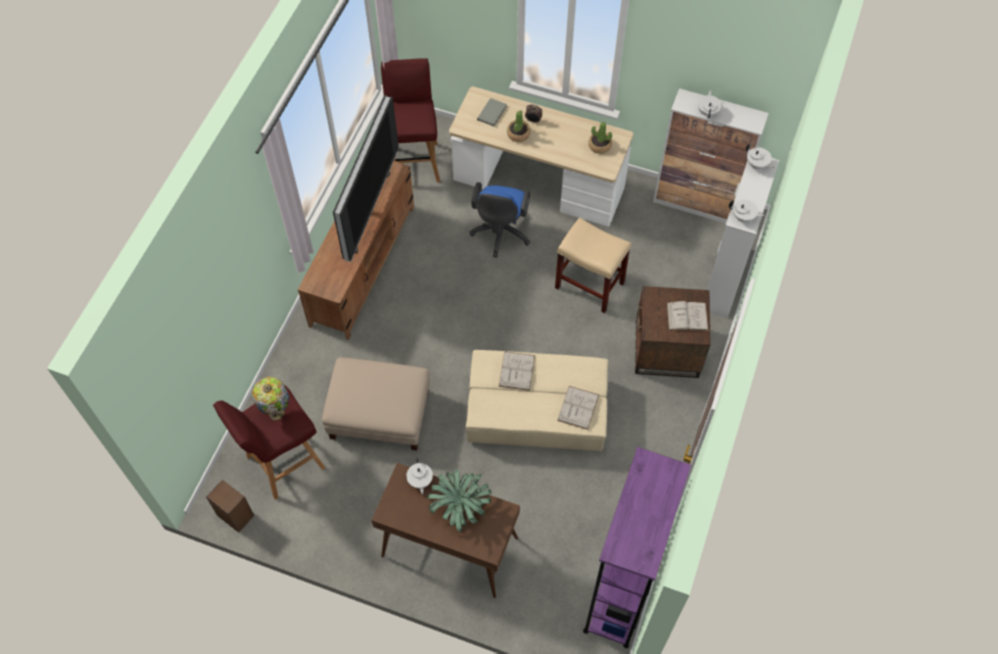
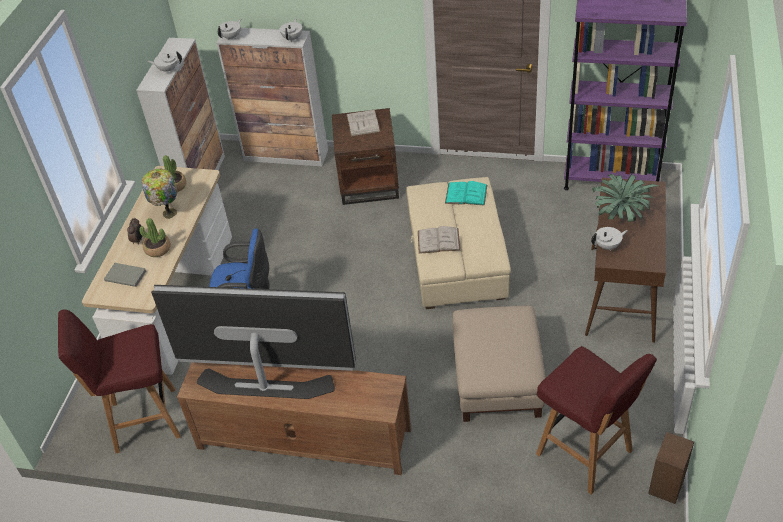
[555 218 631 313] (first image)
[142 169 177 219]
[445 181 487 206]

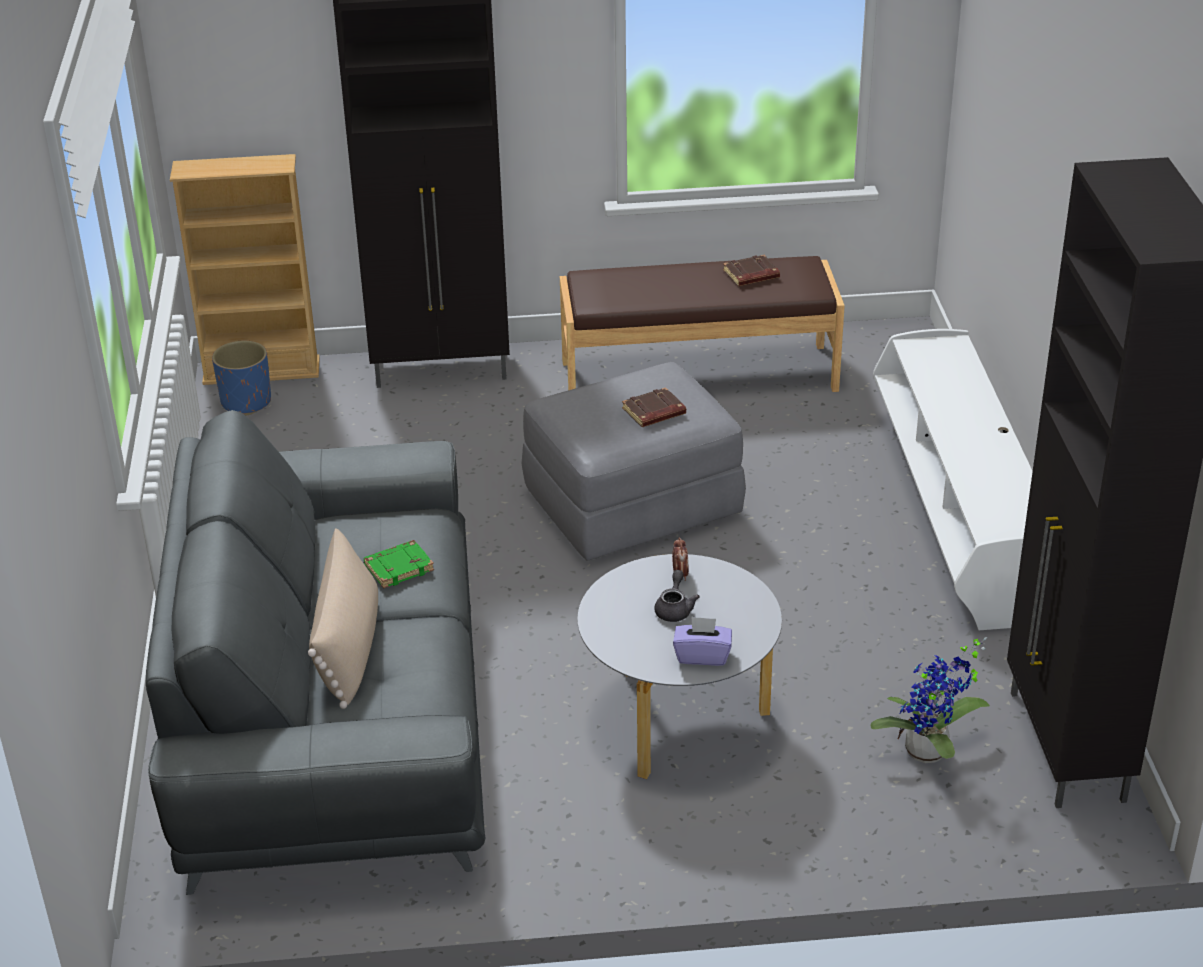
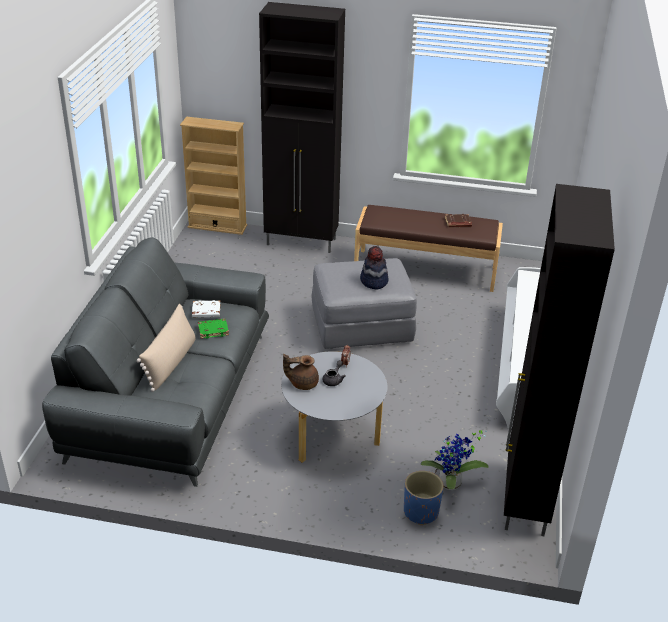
[404 471 444 525]
[360 246 389 290]
[673 616 732 666] (first image)
[192 300 221 317]
[283 354 319 390]

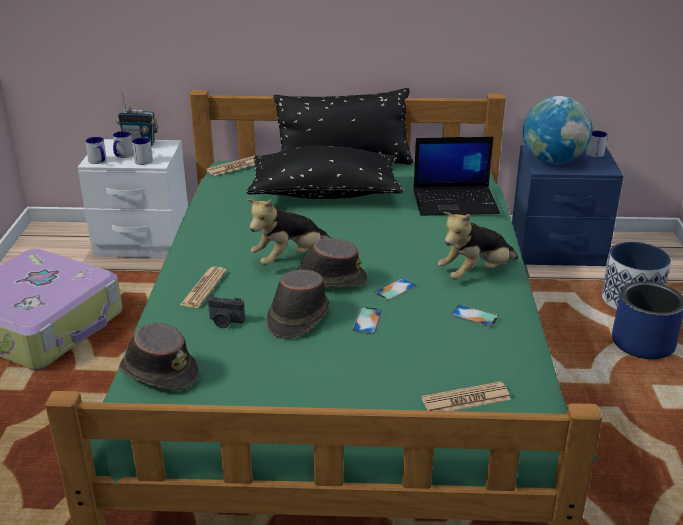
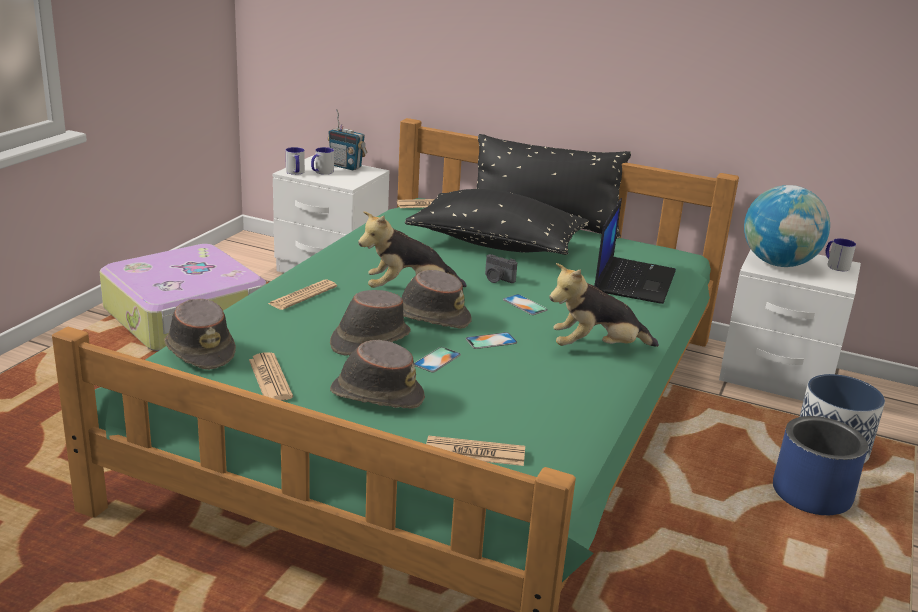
[132 137 153 165] (first image)
[594 198 676 304]
[719 249 861 401]
[485 254 517 283]
[503 294 548 315]
[330 340 425 409]
[249 352 293 401]

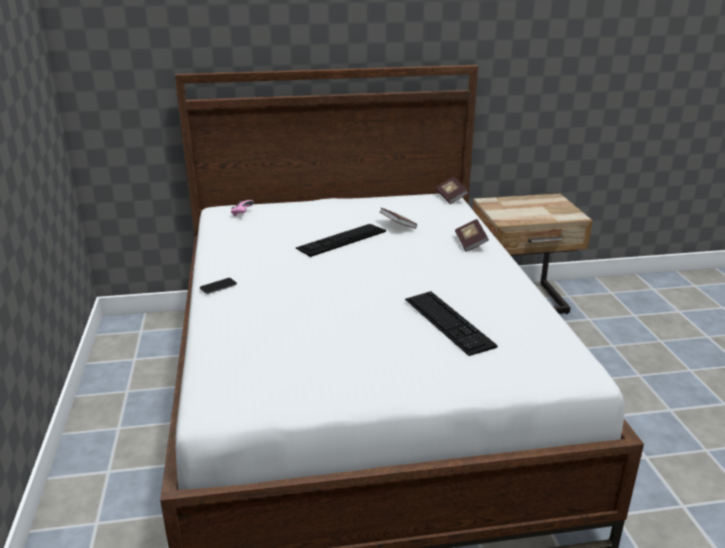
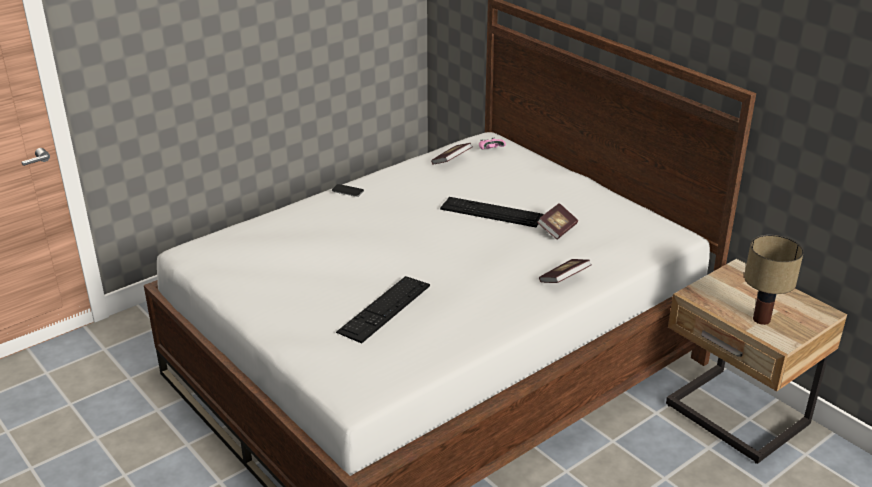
[431 143 472 165]
[744 235 804 325]

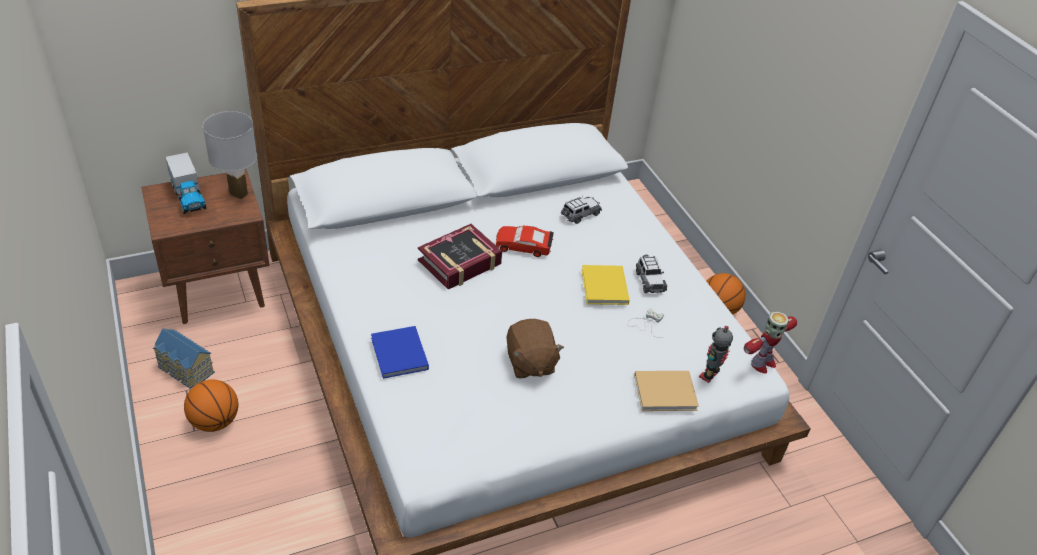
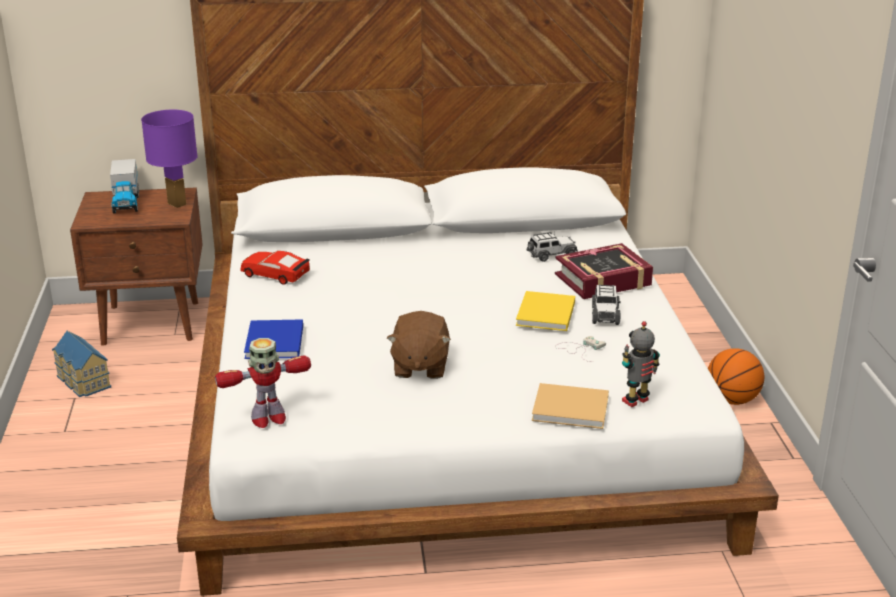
[141 110 198 208]
[555 243 653 299]
[241 251 310 285]
[215 338 311 428]
[184 380 238 432] (first image)

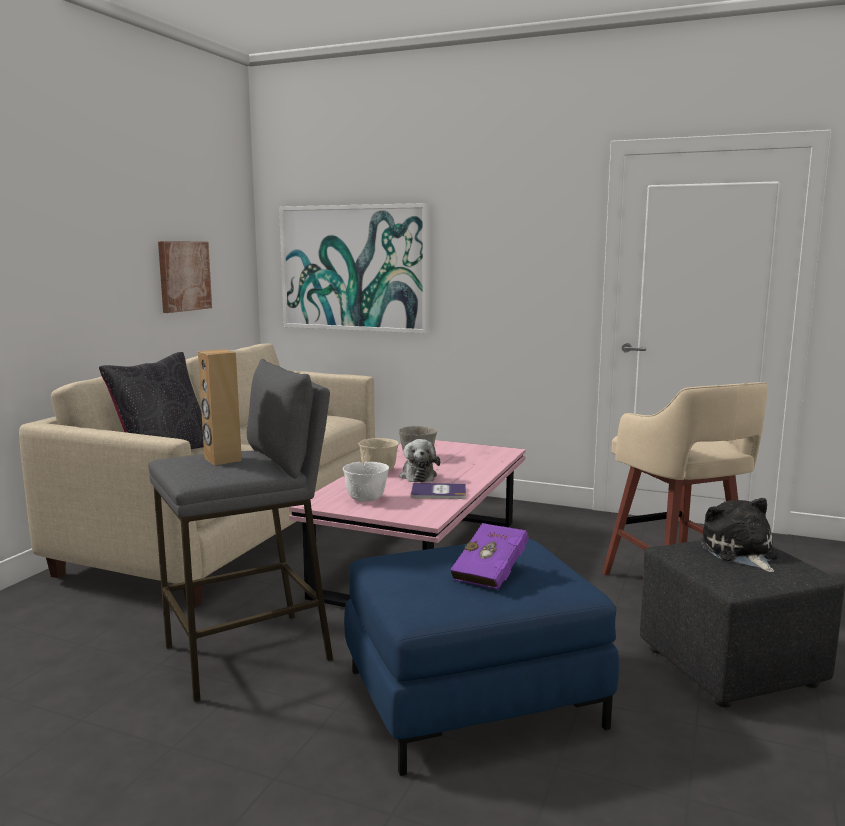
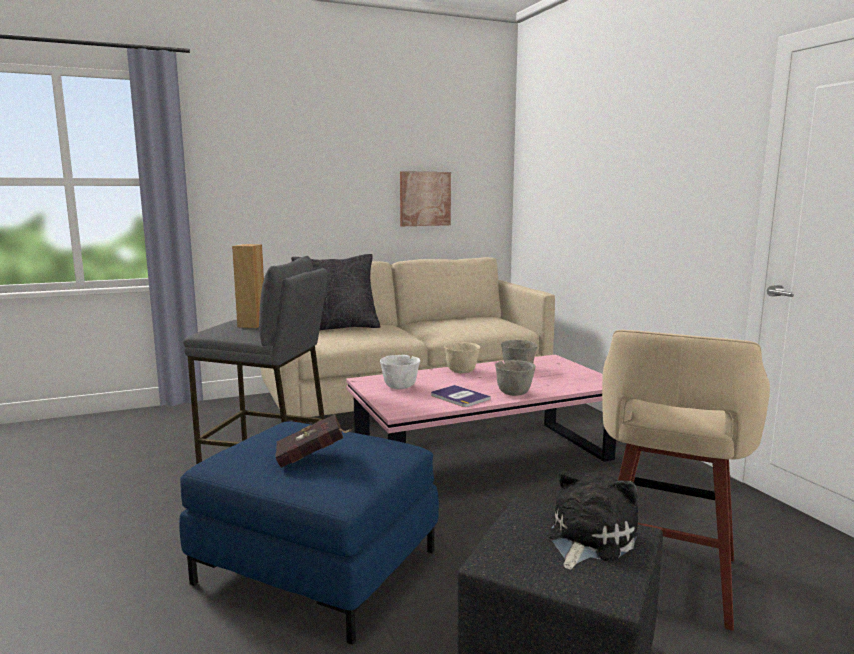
[279 203 430 334] (first image)
[399 439 440 483] (first image)
[275 414 354 468]
[495 360 536 396]

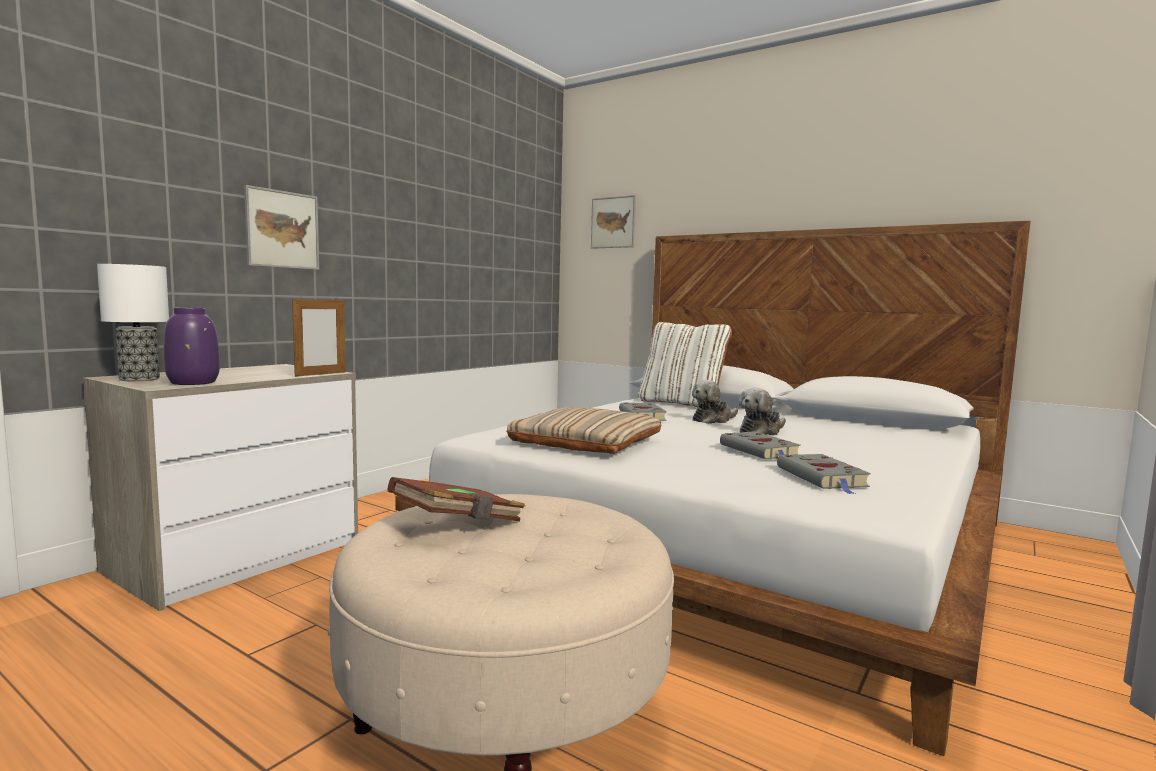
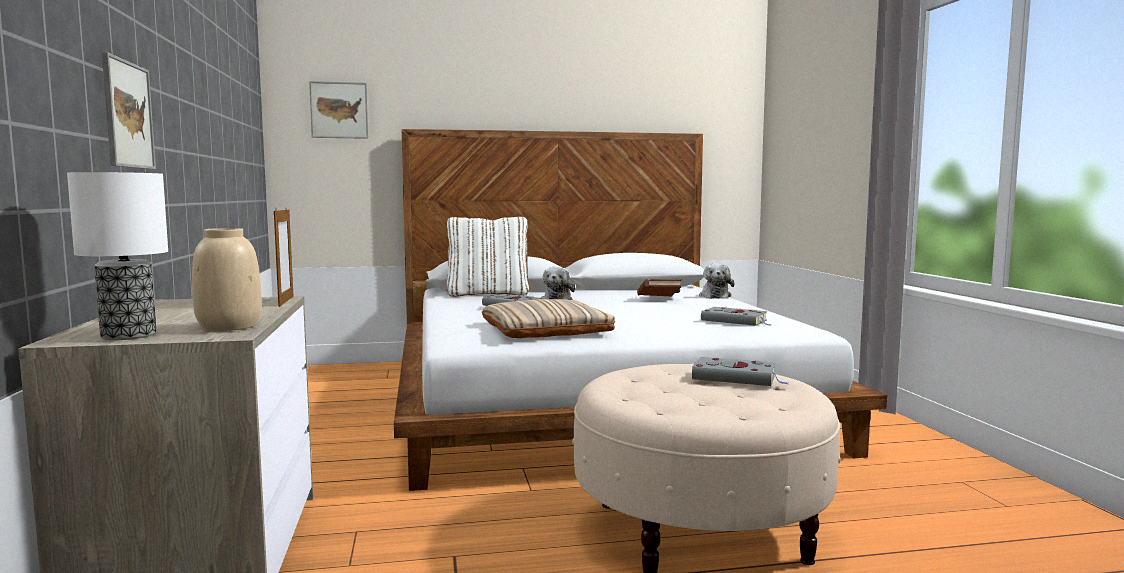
[192 228 262 331]
[699 263 735 299]
[692 357 787 386]
[637 278 682 296]

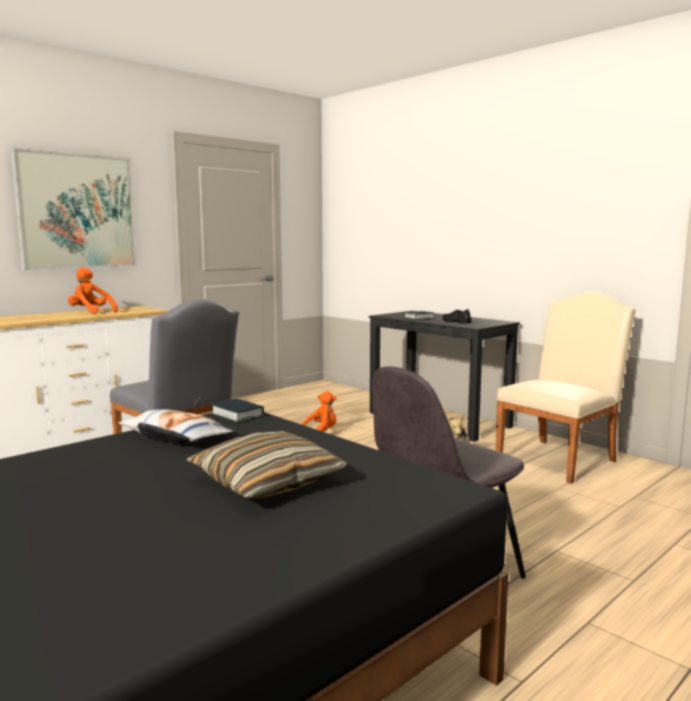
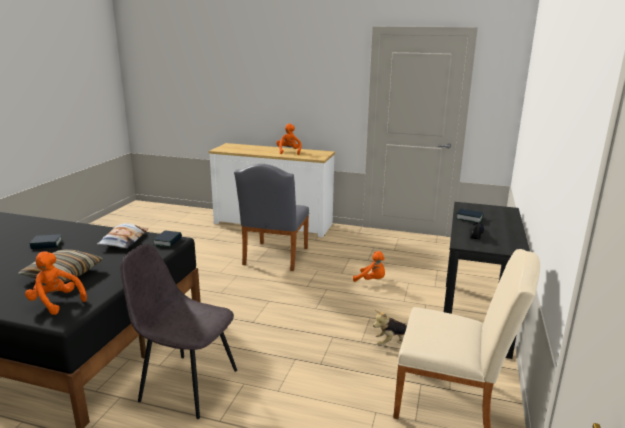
[11 148 137 270] (first image)
[30 234 62 249]
[25 251 87 315]

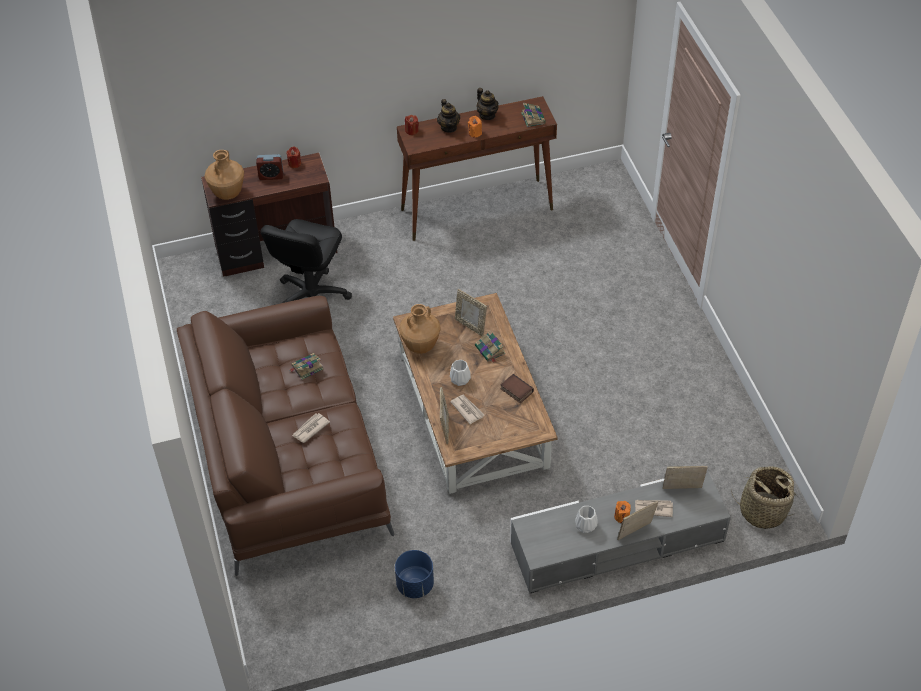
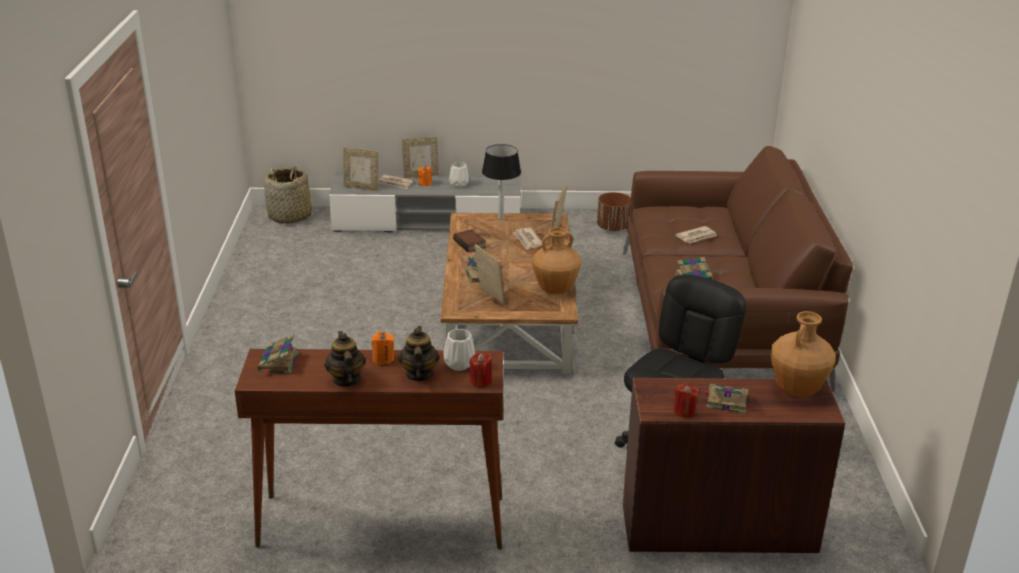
[702 384 748 413]
[443 329 475 371]
[597 192 631 231]
[482 144 521 220]

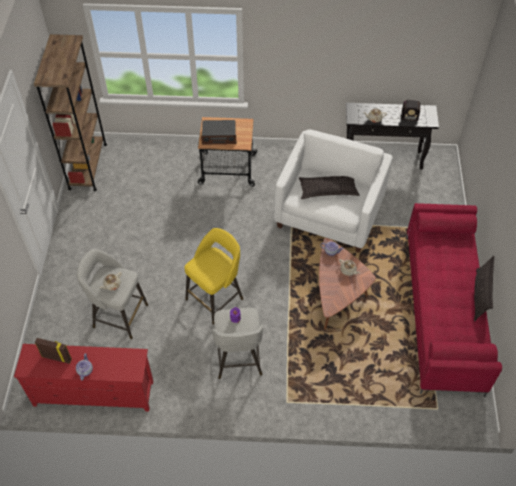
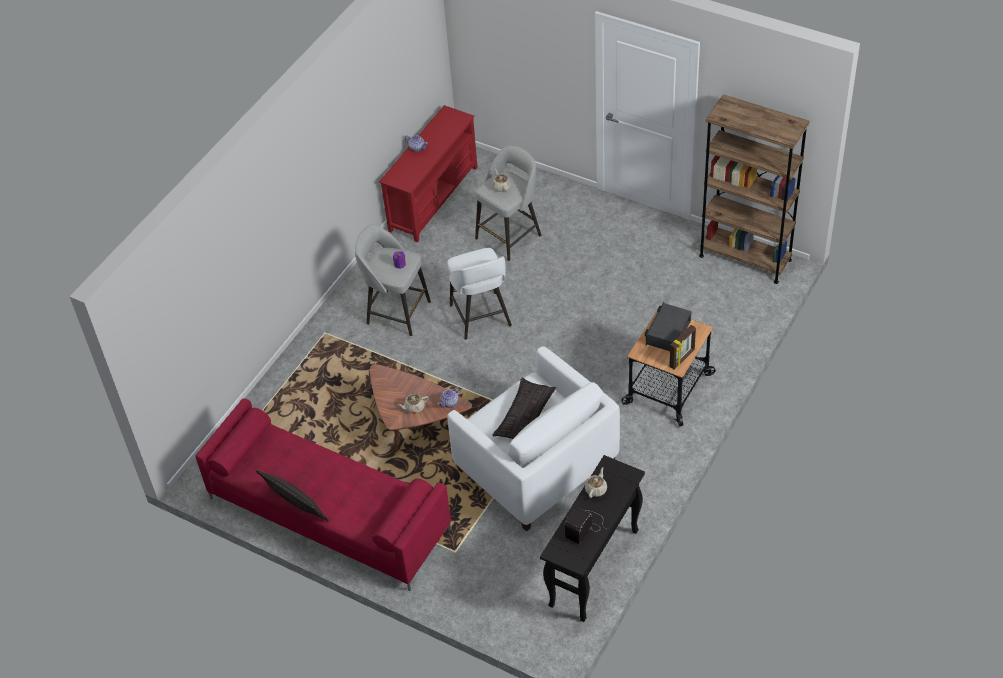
[447 248 512 339]
[669 325 696 370]

